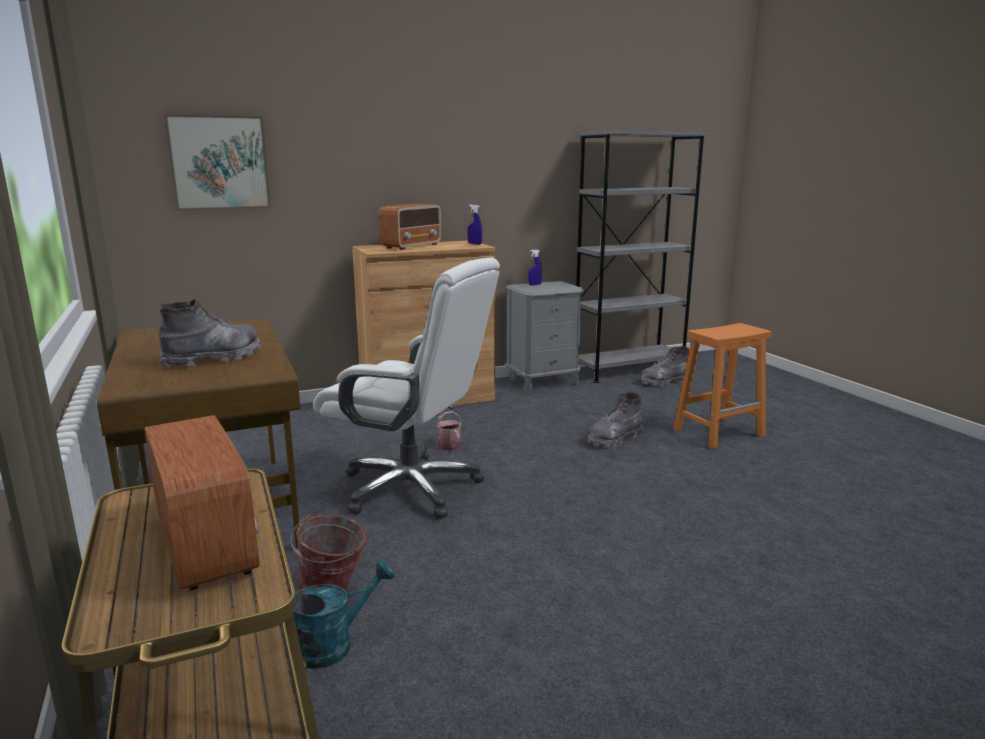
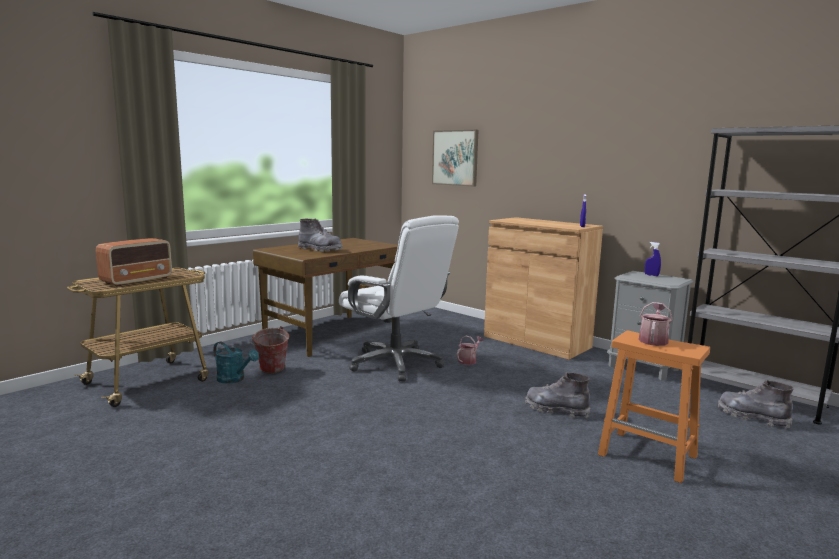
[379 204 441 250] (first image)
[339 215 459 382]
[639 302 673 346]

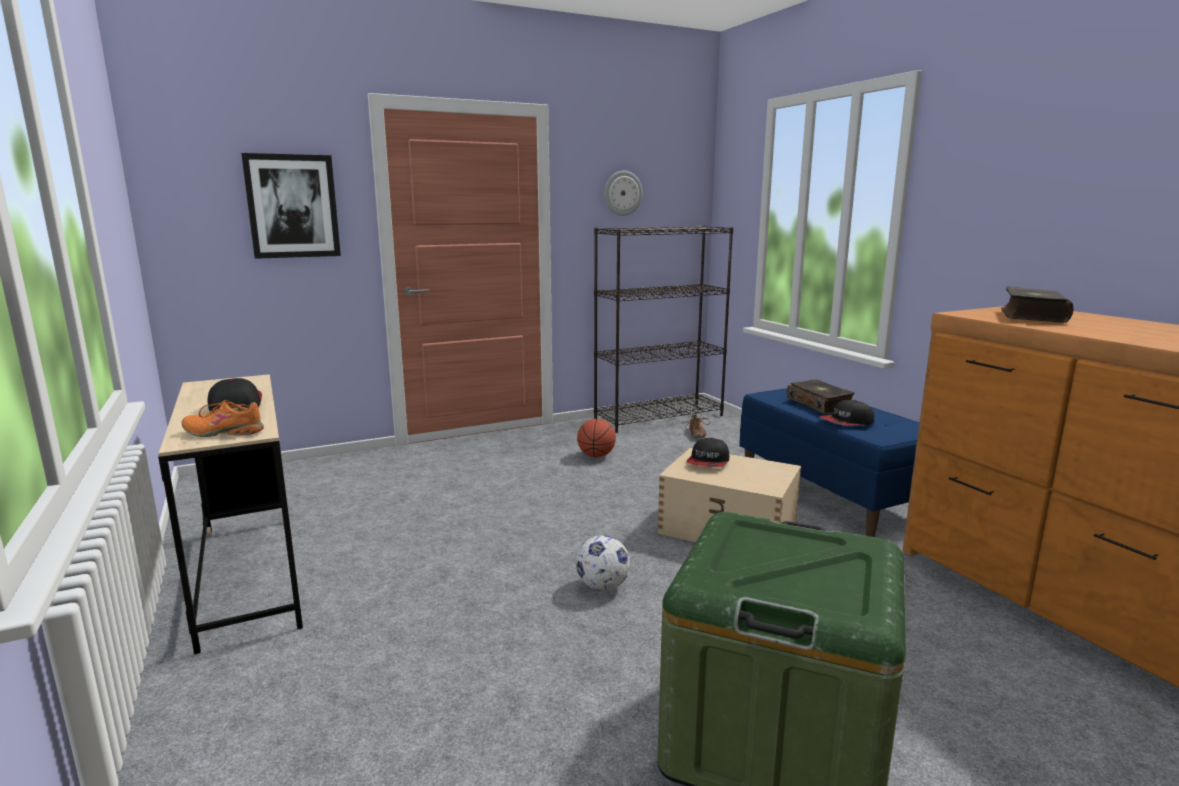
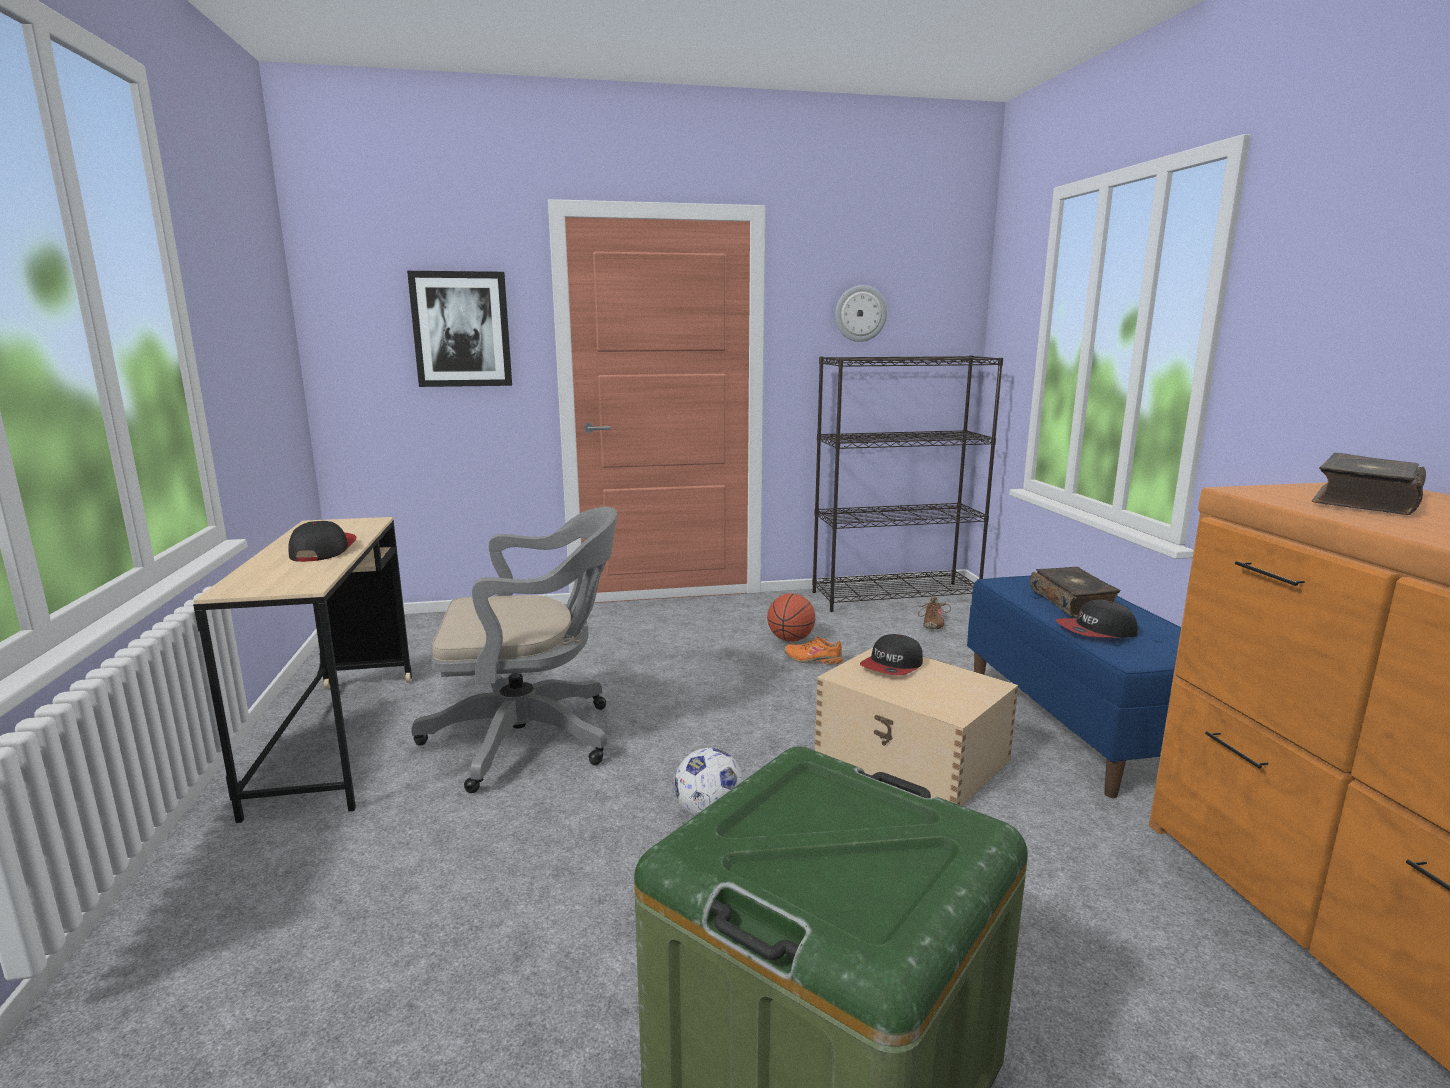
[784 636 843 664]
[411 507 617 793]

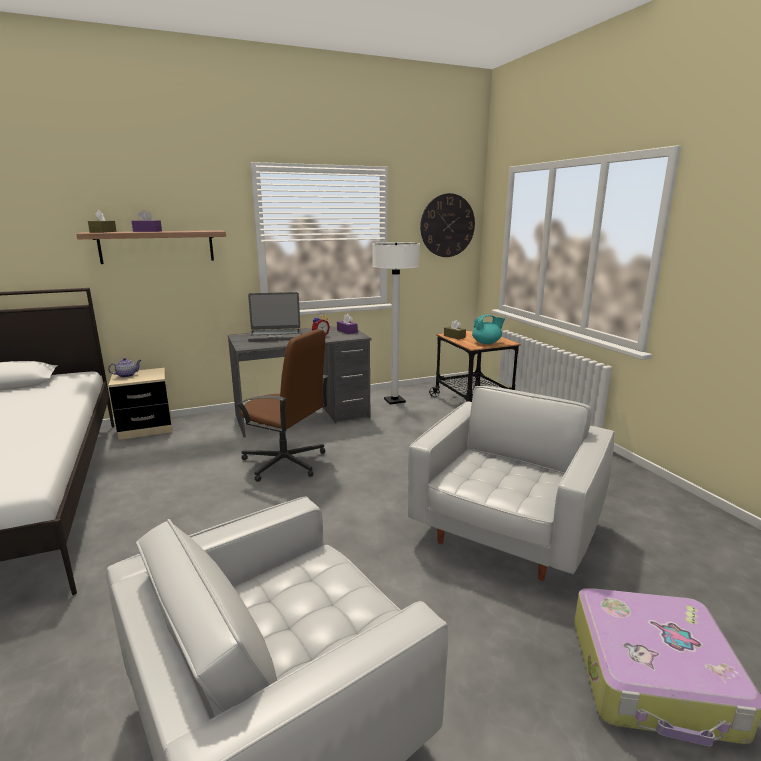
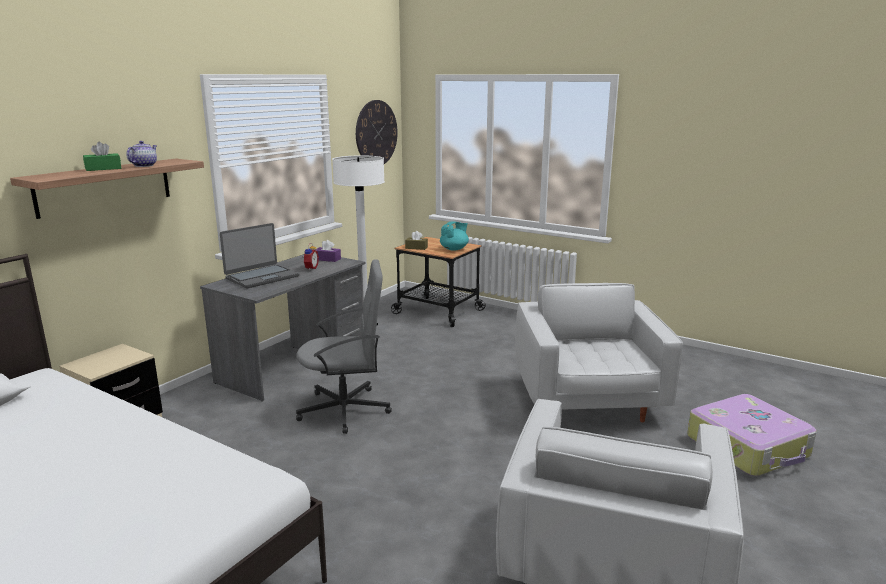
[88 210 117 233] (first image)
[83 142 122 171]
[296 259 392 434]
[126 141 157 167]

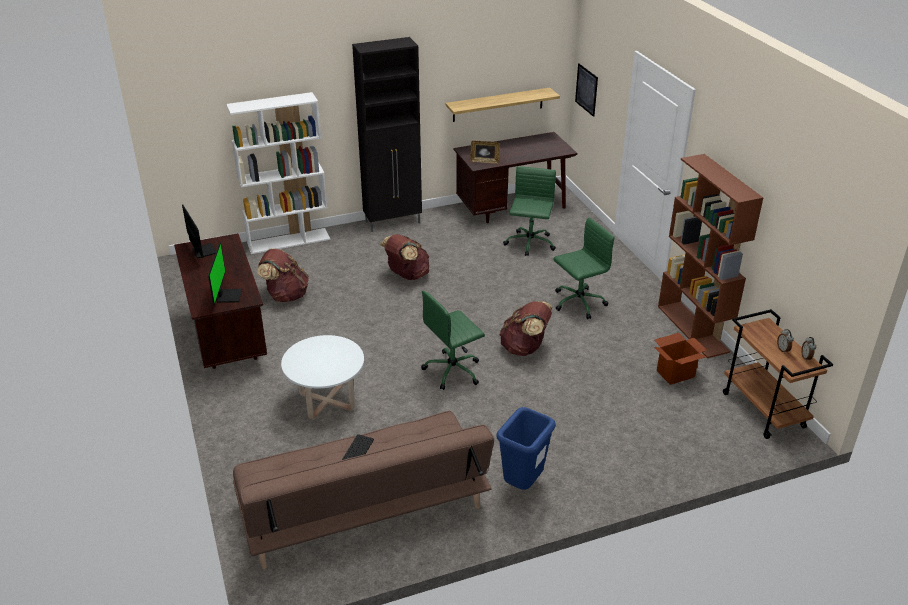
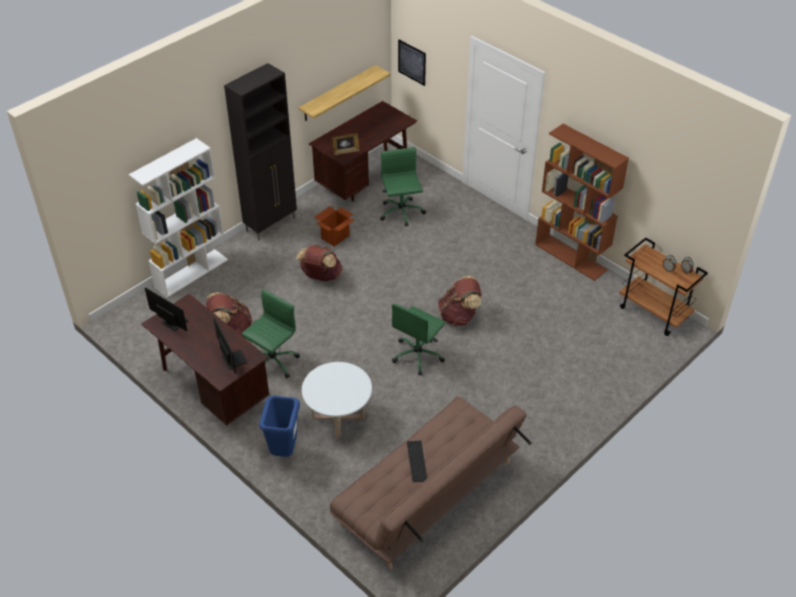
[241 289 300 378]
[314 206 354 247]
[259 396 300 457]

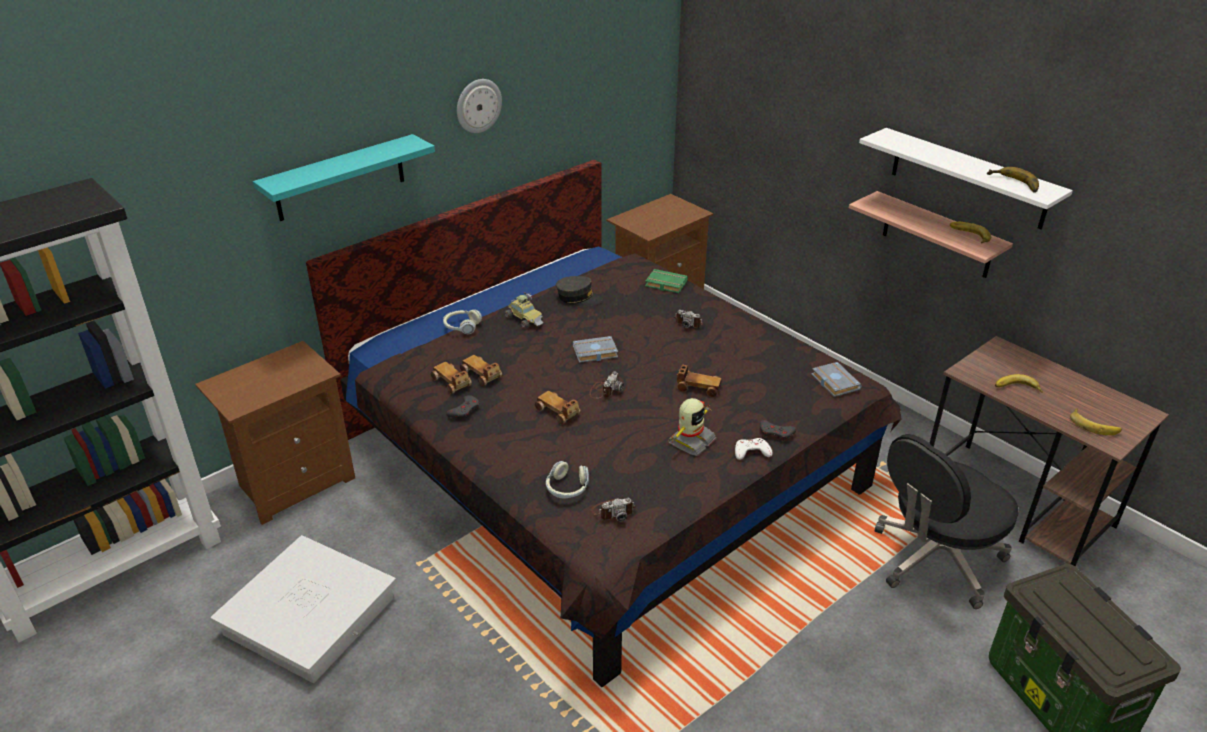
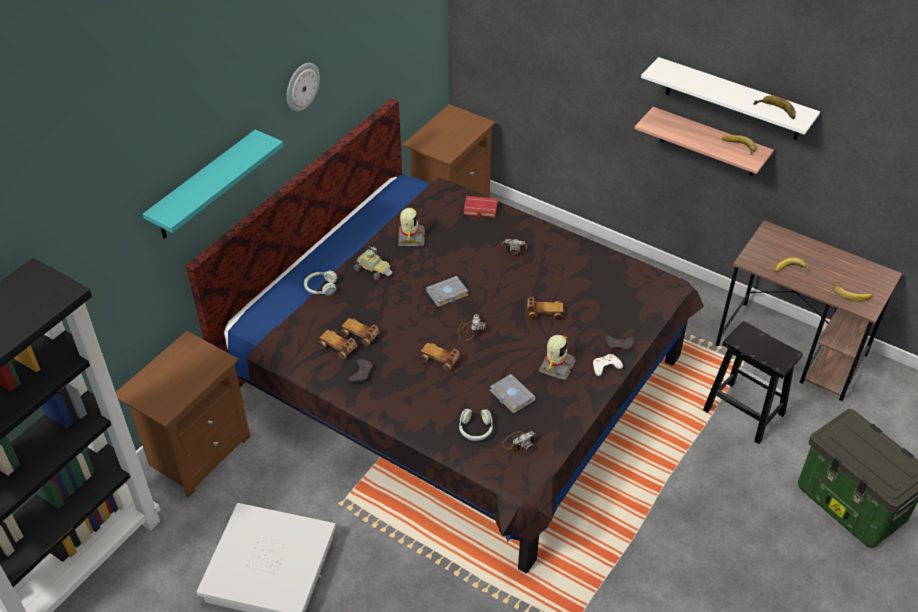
[463 196 498 218]
[398 208 425 246]
[490 374 536 414]
[703 321 803 444]

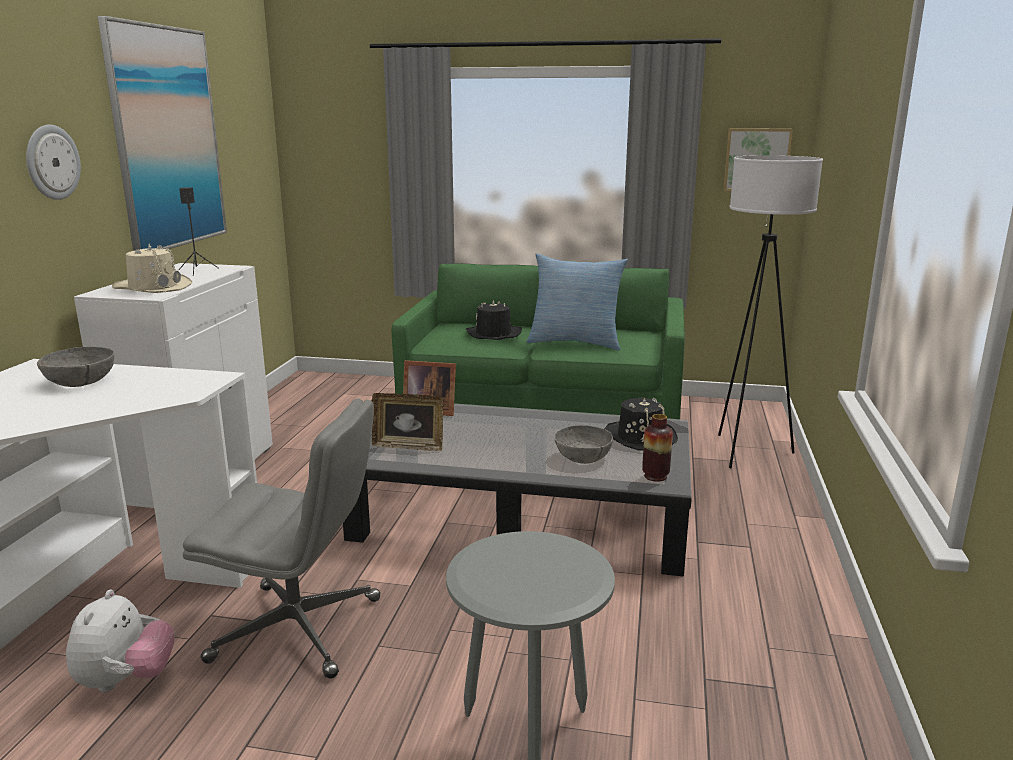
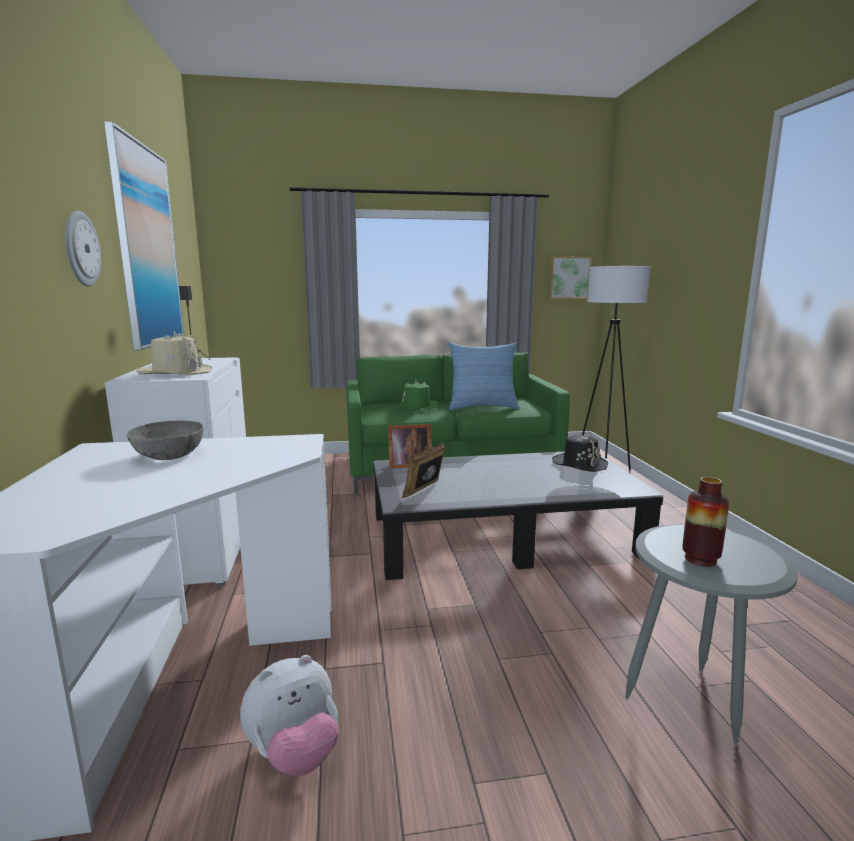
[395 381 439 410]
[401 442 445 498]
[183 398 380 679] (first image)
[682 477 729 567]
[554 425 613 464] (first image)
[240 655 339 776]

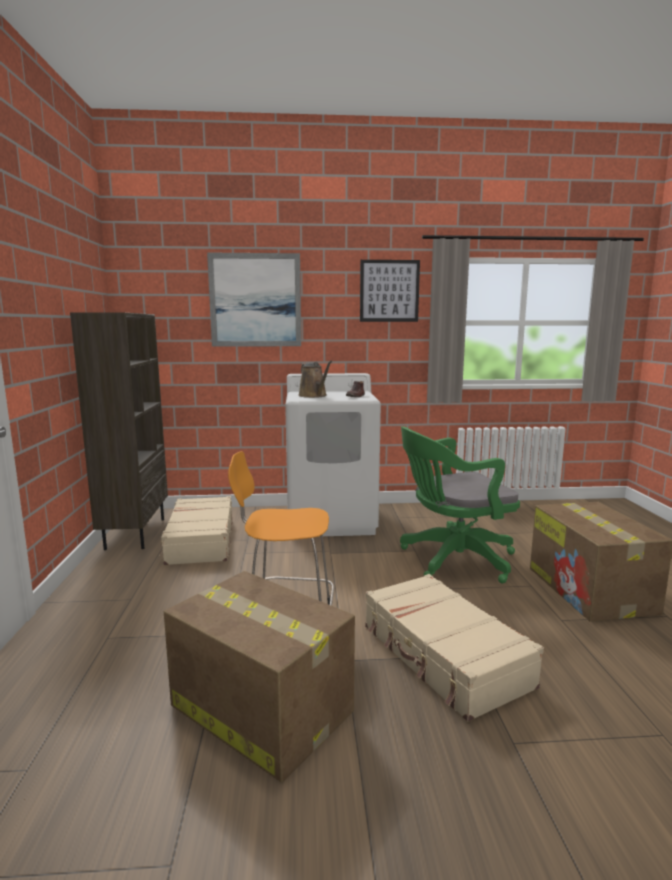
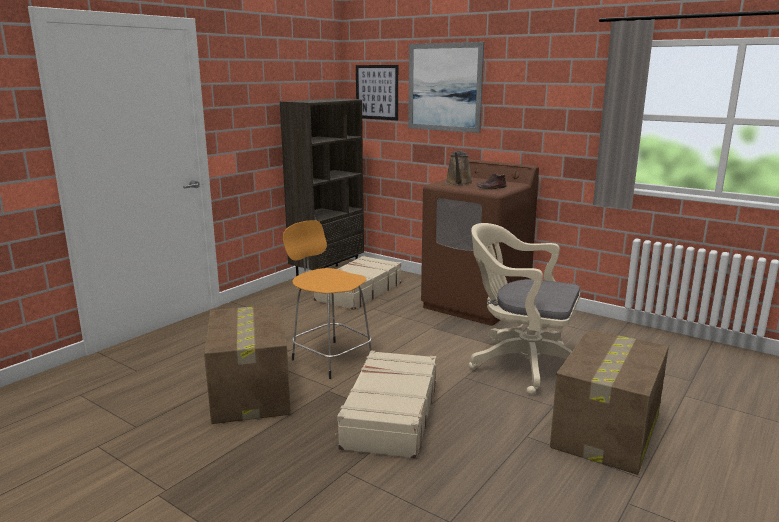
[356 65 398 120]
[421 159 539 326]
[469 223 580 395]

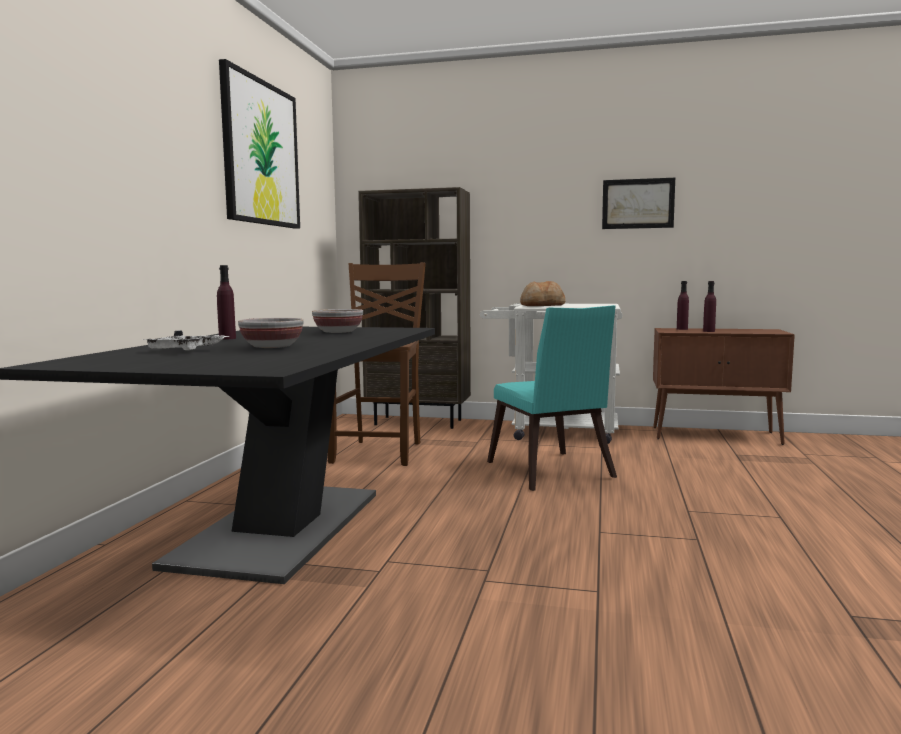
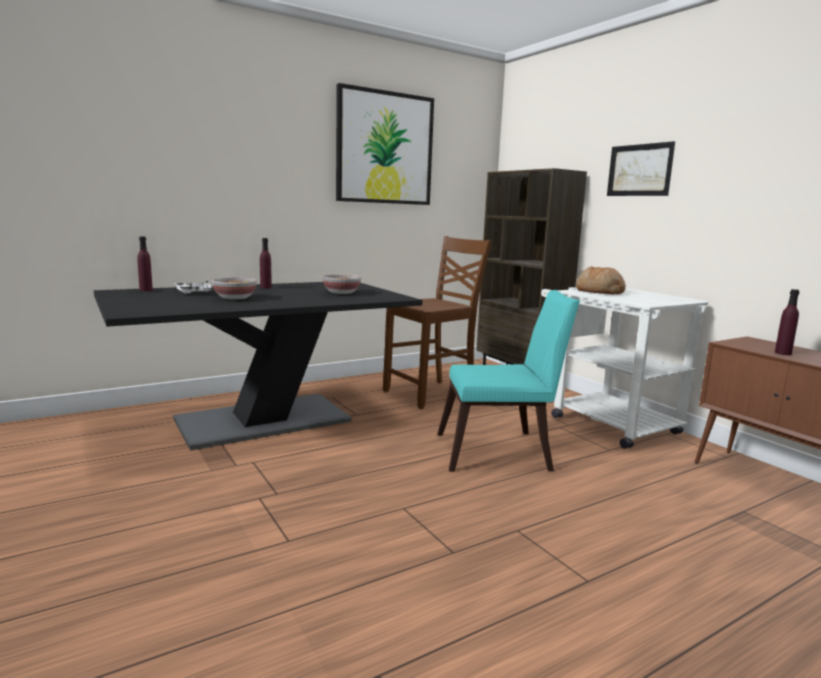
[607 141 675 196]
[137 236 153 291]
[437 290 580 472]

